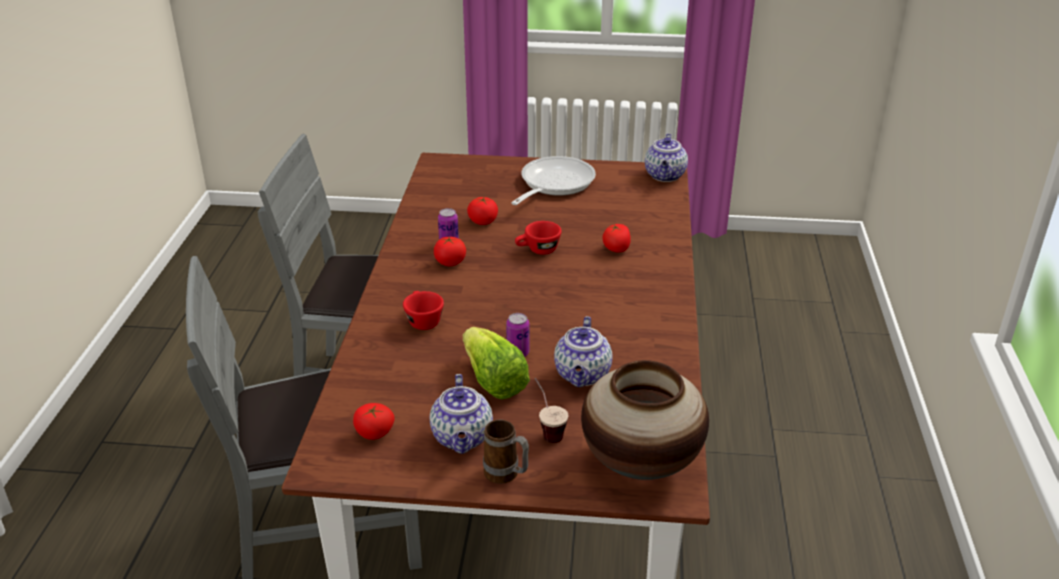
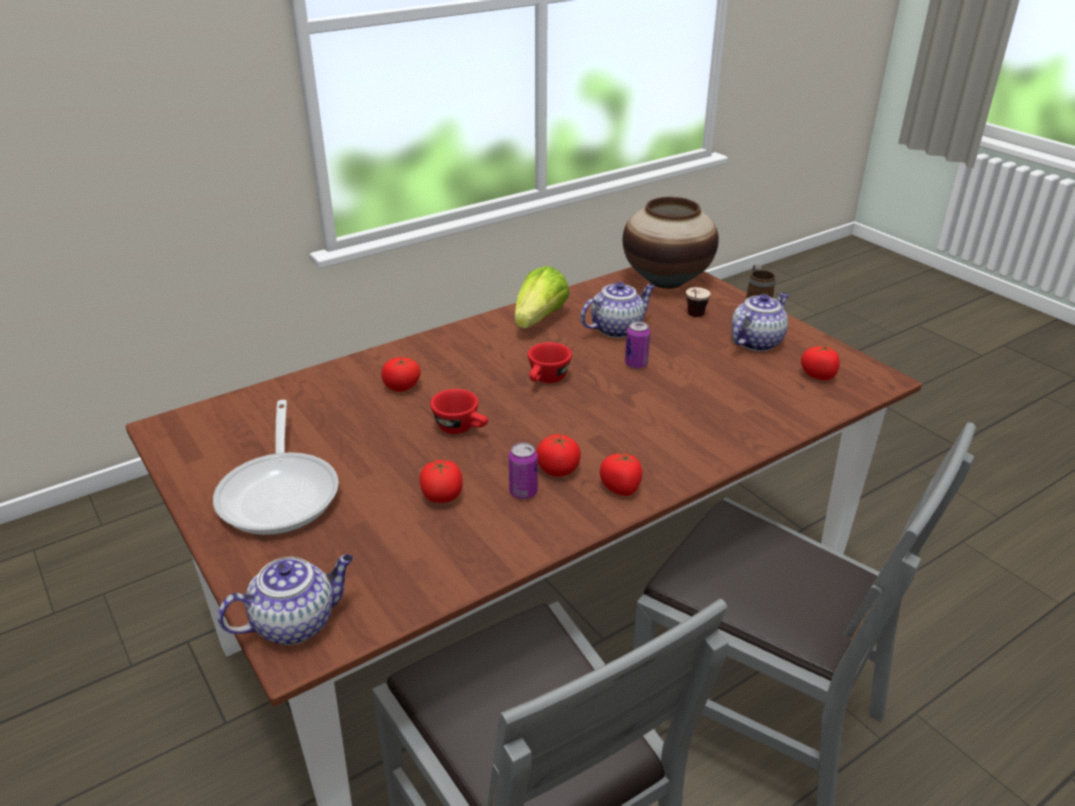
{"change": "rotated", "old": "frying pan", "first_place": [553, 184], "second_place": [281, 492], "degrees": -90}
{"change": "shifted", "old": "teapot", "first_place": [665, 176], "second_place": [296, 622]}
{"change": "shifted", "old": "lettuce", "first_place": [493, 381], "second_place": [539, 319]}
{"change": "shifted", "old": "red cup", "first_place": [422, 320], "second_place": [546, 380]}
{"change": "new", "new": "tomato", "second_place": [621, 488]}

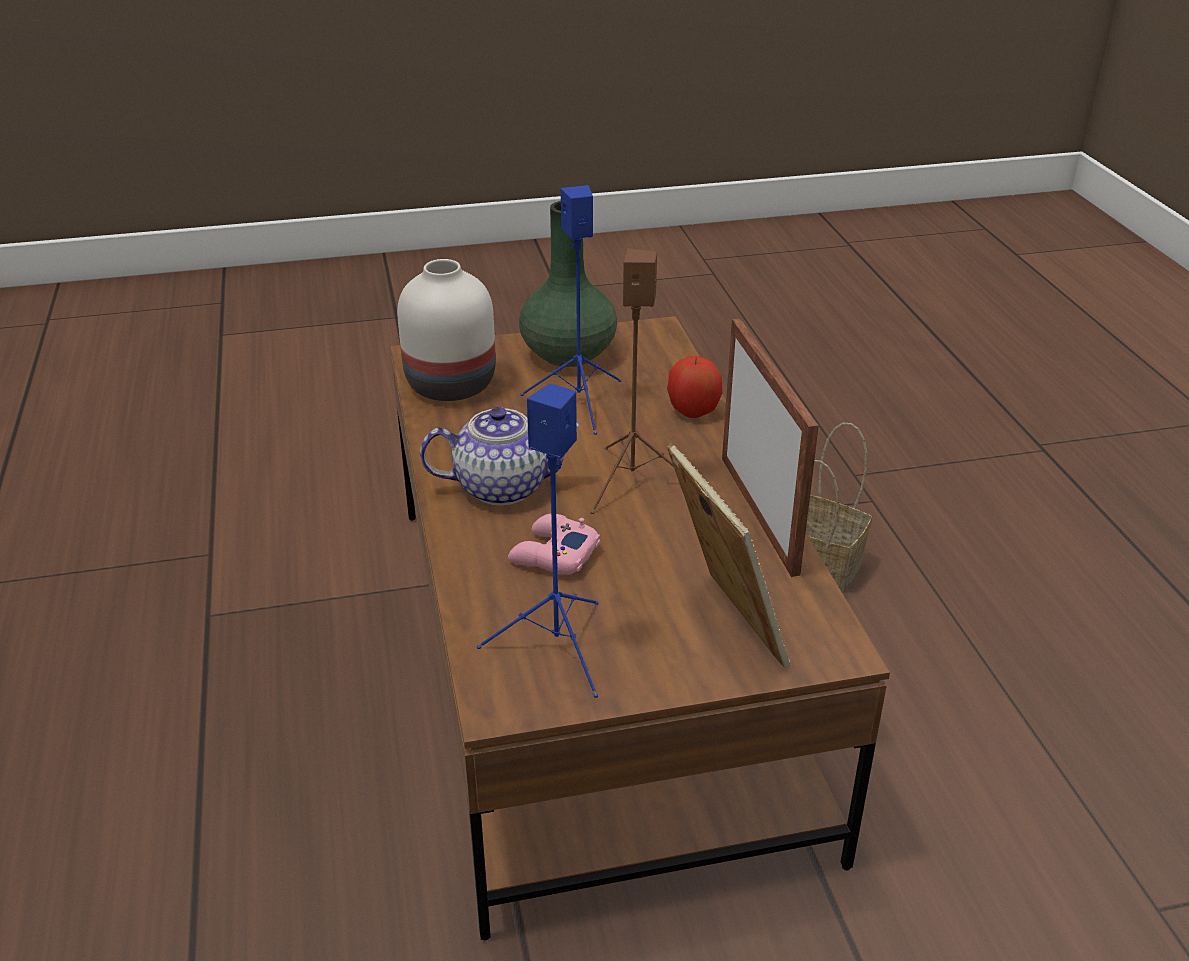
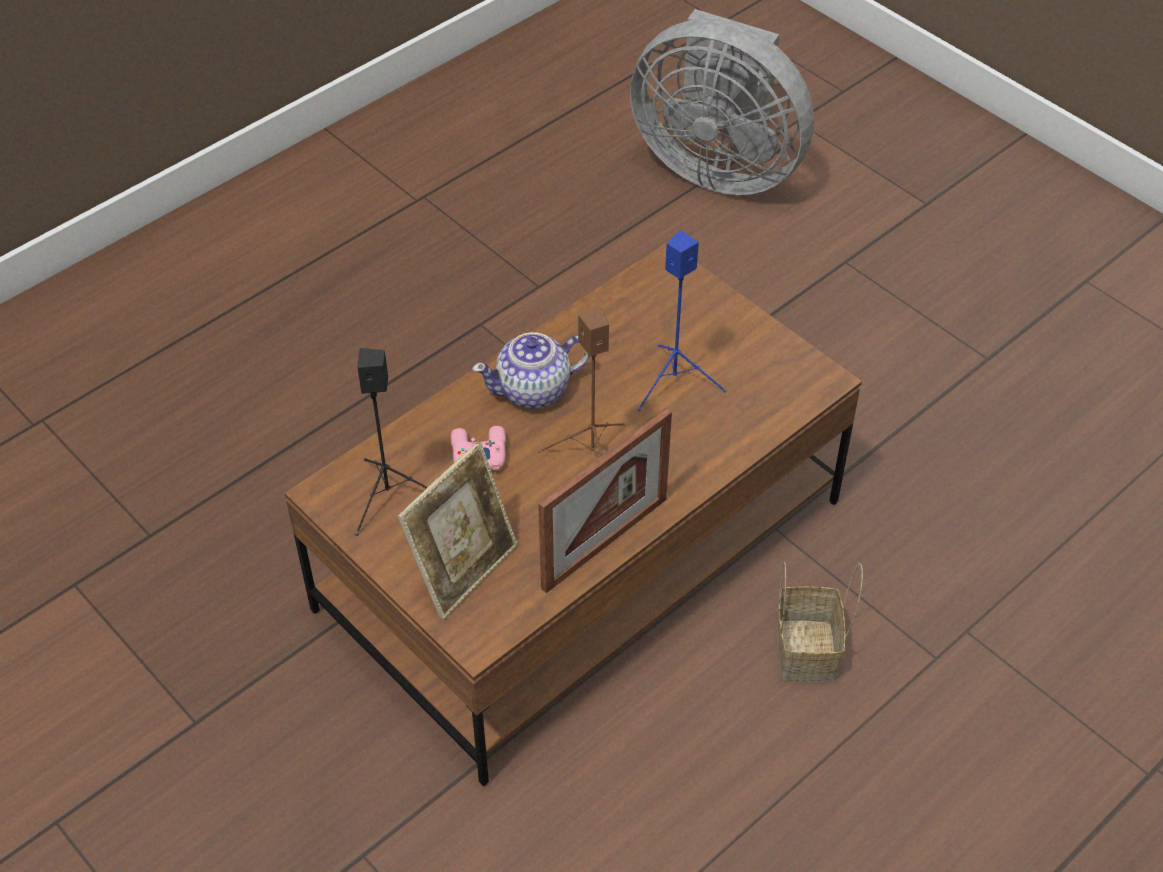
{"change": "repainted", "old": "blue speaker", "new": "black speaker", "first_place": [558, 648], "second_place": [388, 497]}
{"change": "rotated", "old": "teapot", "first_place": [500, 486], "second_place": [534, 390], "degrees": 105}
{"change": "new", "new": "grey fan", "second_place": [718, 166]}
{"change": "gone", "old": "white vase", "first_place": [453, 385]}
{"change": "gone", "old": "green vase", "first_place": [567, 354]}
{"change": "gone", "old": "apple", "first_place": [693, 411]}

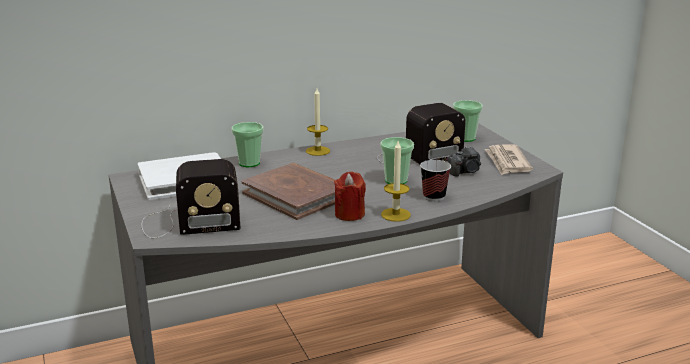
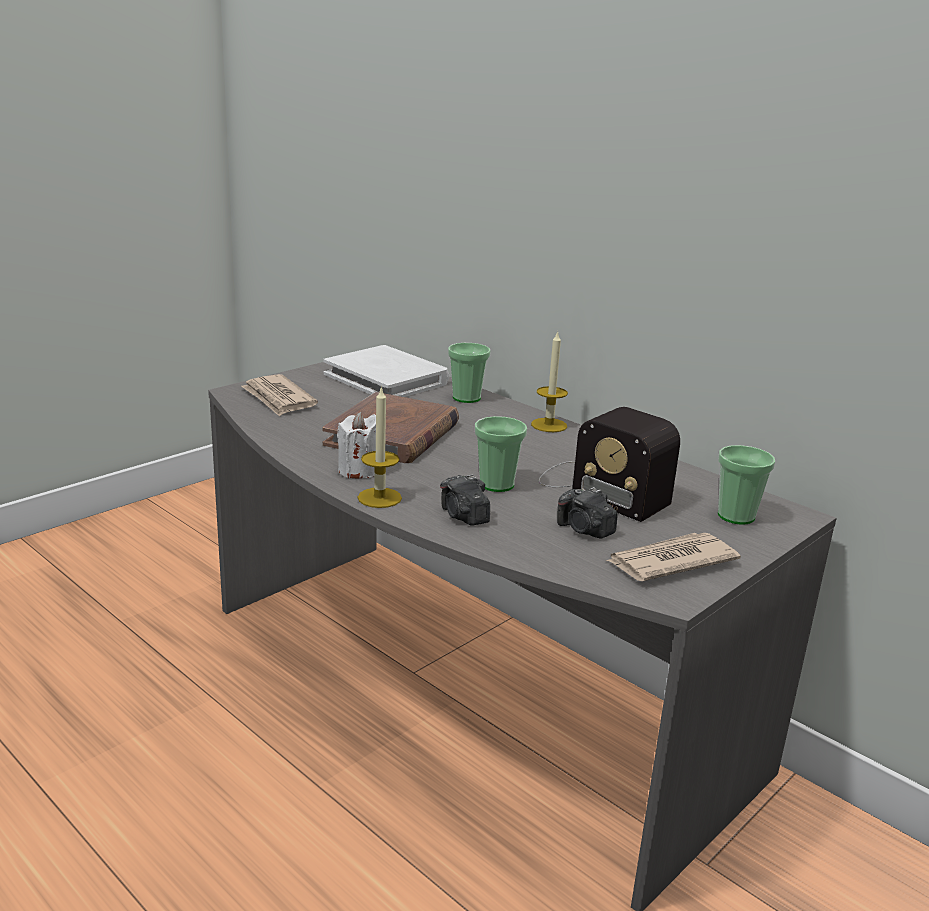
{"change": "swapped", "old": "radio", "new": "newspaper", "first_place": [187, 223], "second_place": [278, 399]}
{"change": "repainted", "old": "red candle", "new": "white candle", "first_place": [349, 214], "second_place": [359, 470]}
{"change": "swapped", "old": "cup", "new": "photo camera", "first_place": [434, 196], "second_place": [464, 516]}

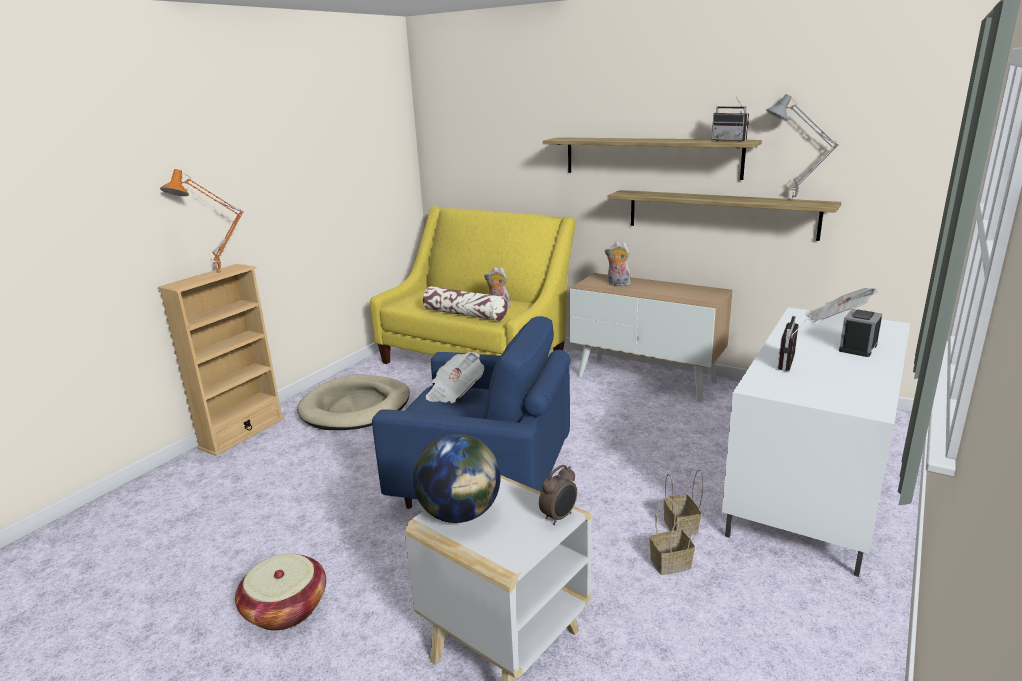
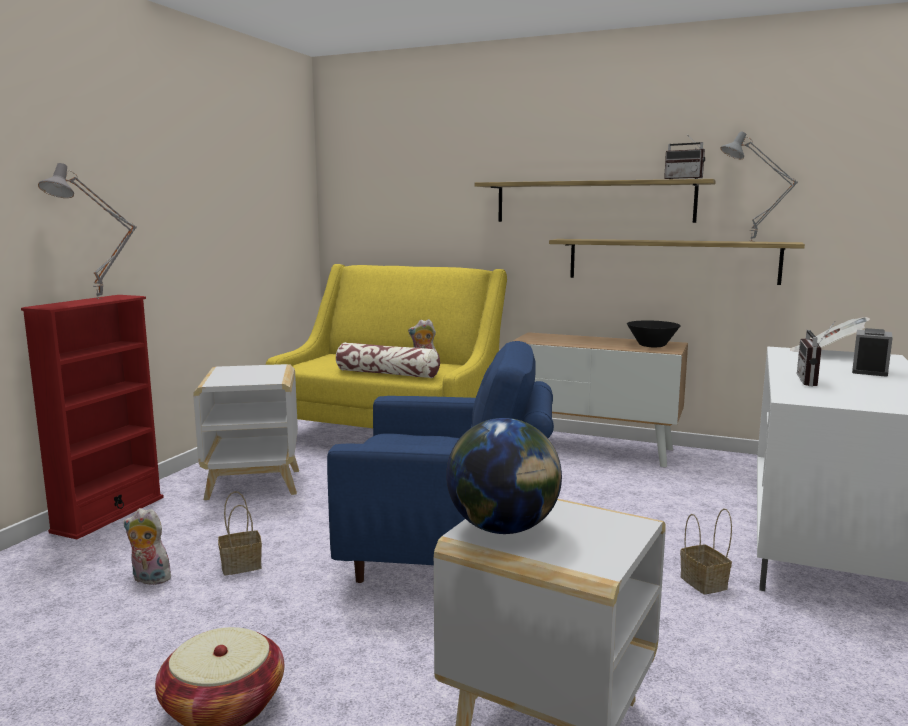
{"change": "repainted", "old": "beige bookcase", "new": "red bookcase", "first_place": [242, 433], "second_place": [109, 514]}
{"change": "repainted", "old": "orange table lamp", "new": "grey table lamp", "first_place": [219, 273], "second_place": [100, 299]}
{"change": "shifted", "old": "plush toy", "first_place": [617, 284], "second_place": [149, 579]}
{"change": "swapped", "old": "beige dog bed", "new": "white side table", "first_place": [356, 407], "second_place": [255, 484]}
{"change": "shifted", "old": "basket", "first_place": [669, 564], "second_place": [240, 566]}
{"change": "new", "new": "black bowl", "second_place": [652, 345]}
{"change": "gone", "old": "newspaper", "first_place": [455, 392]}
{"change": "gone", "old": "alarm clock", "first_place": [559, 517]}

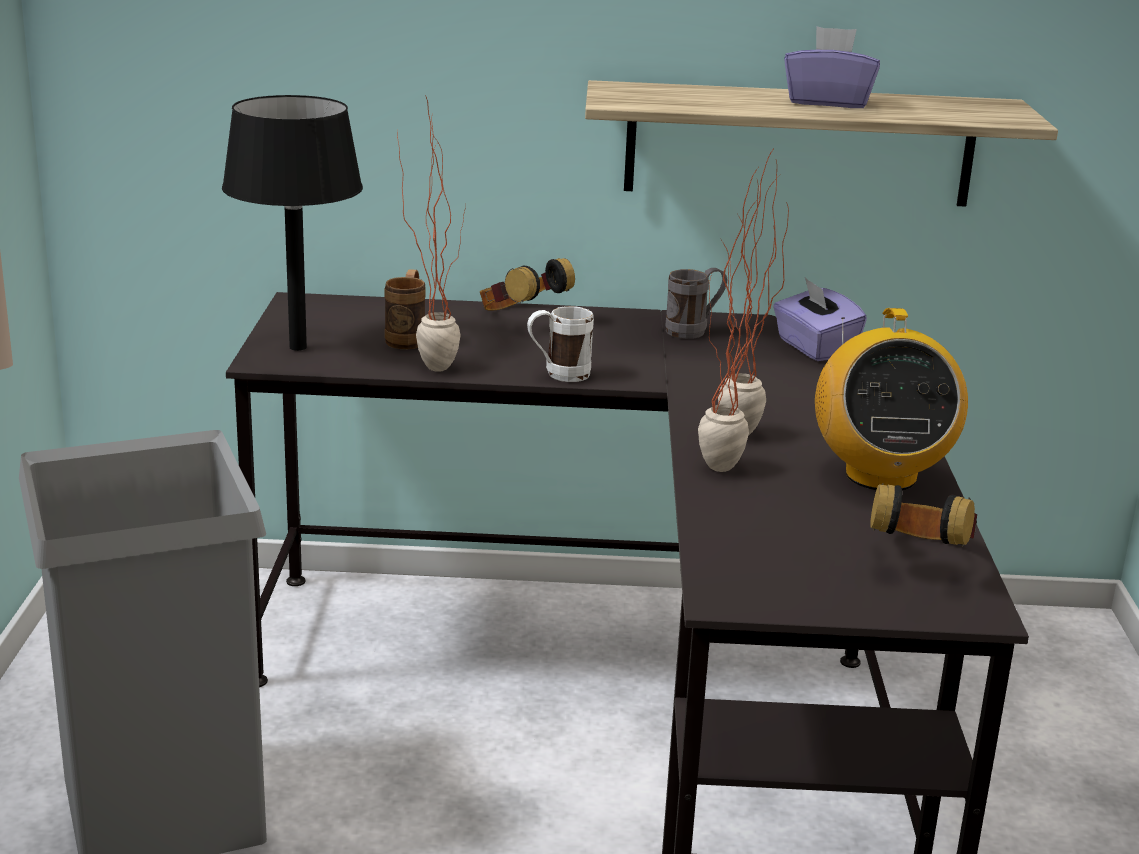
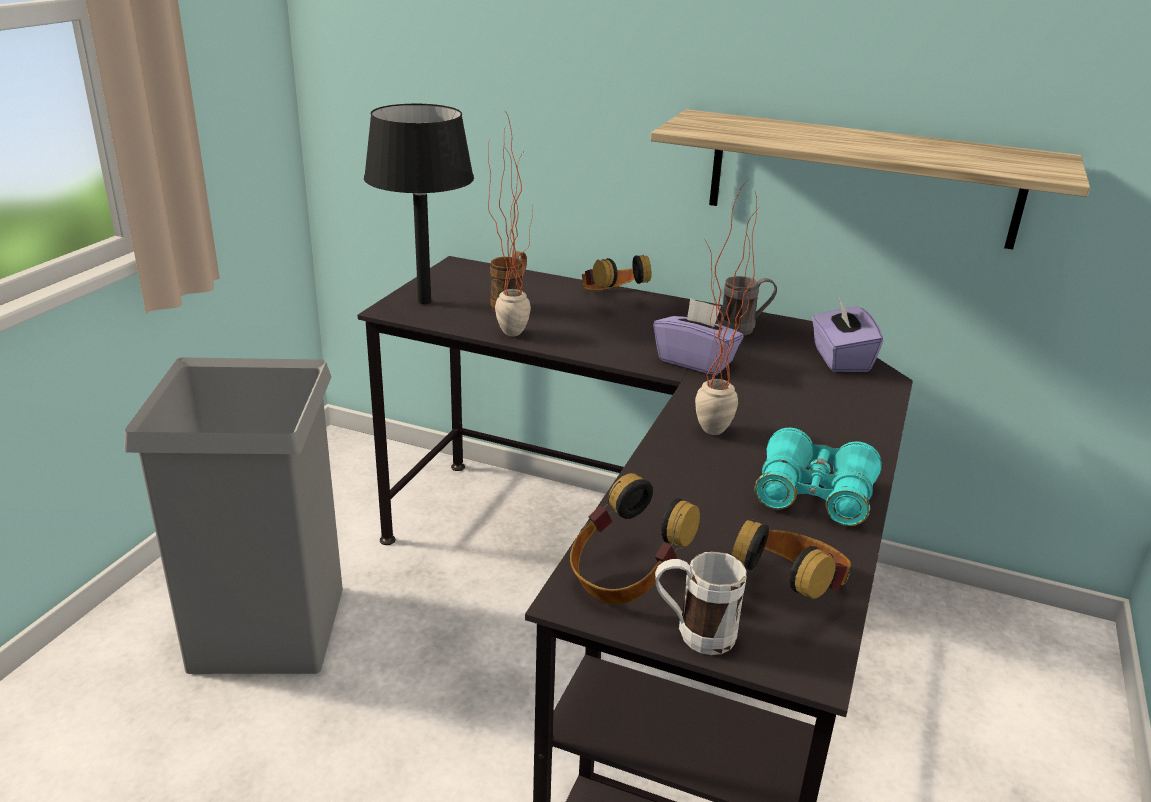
{"change": "new", "new": "headphones", "second_place": [625, 577]}
{"change": "shifted", "old": "purple tissue box", "first_place": [828, 102], "second_place": [695, 361]}
{"change": "shifted", "old": "white mug", "first_place": [558, 375], "second_place": [693, 635]}
{"change": "swapped", "old": "radio", "new": "turquoise binoculars", "first_place": [880, 475], "second_place": [814, 495]}
{"change": "gone", "old": "potted plant", "first_place": [721, 474]}

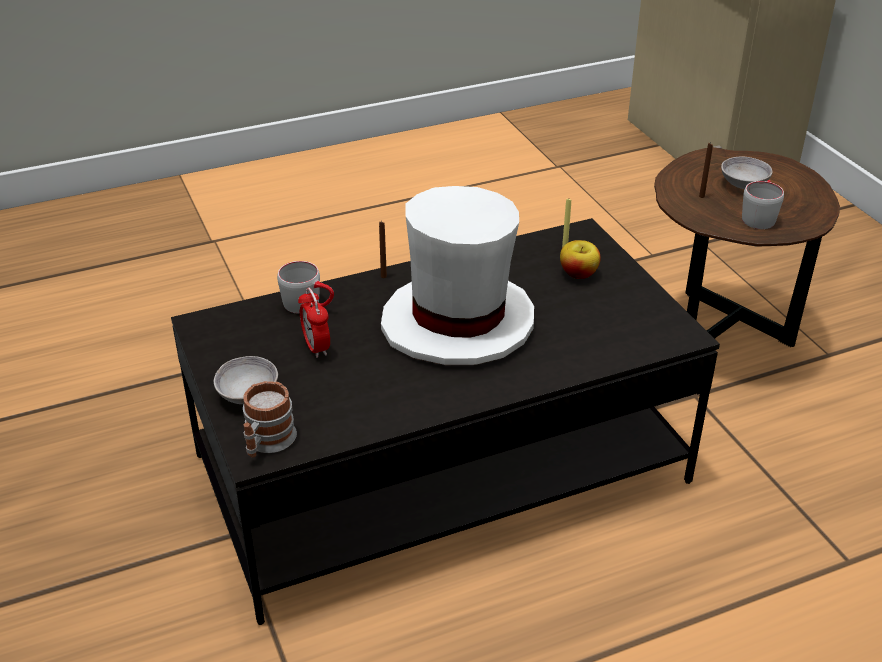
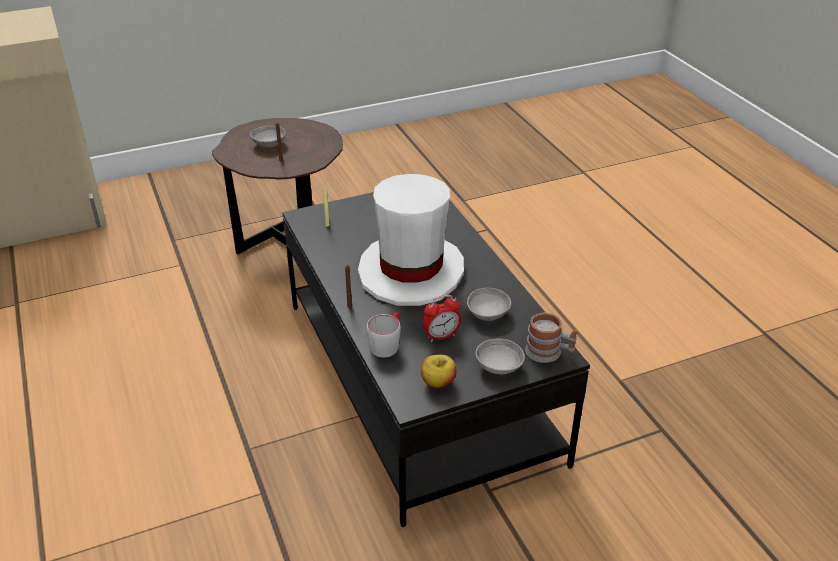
{"change": "shifted", "old": "apple", "first_place": [578, 273], "second_place": [438, 382]}
{"change": "new", "new": "grey bowl", "second_place": [488, 314]}
{"change": "gone", "old": "grey mug", "first_place": [759, 216]}

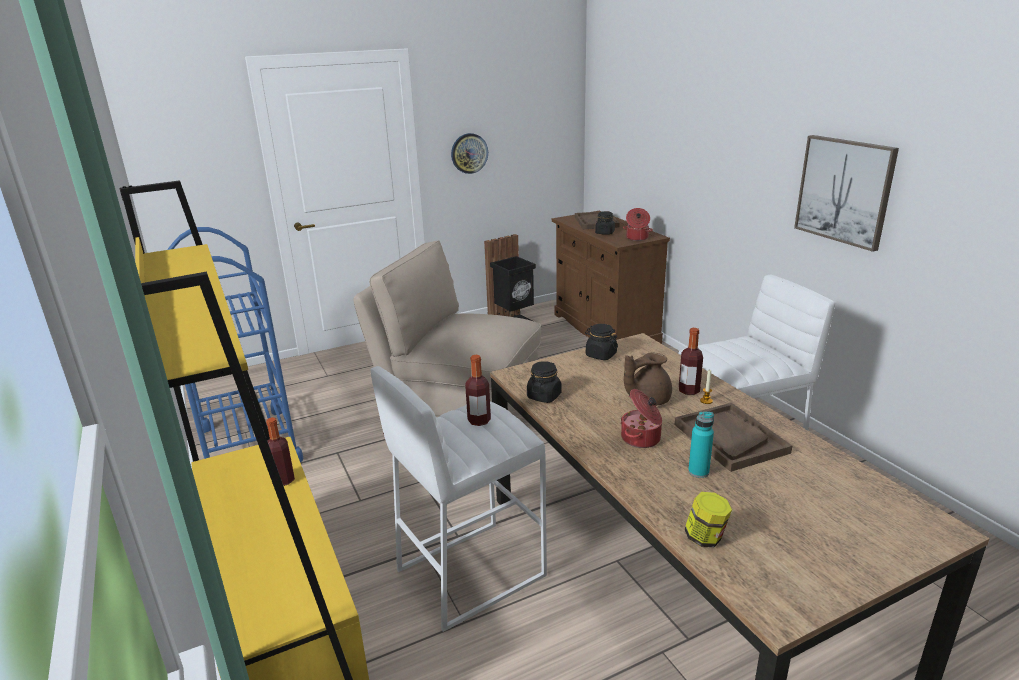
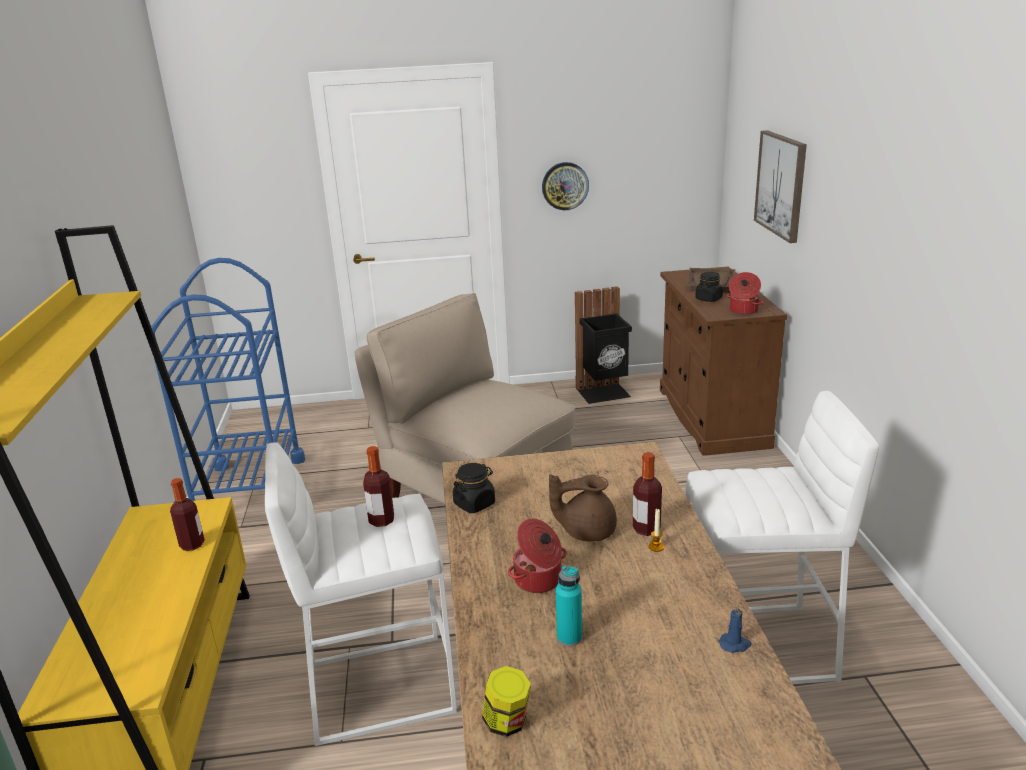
{"change": "new", "new": "blue candle", "second_place": [735, 644]}
{"change": "shifted", "old": "picture", "first_place": [844, 191], "second_place": [781, 185]}
{"change": "gone", "old": "black jar", "first_place": [600, 355]}
{"change": "gone", "old": "brown tray", "first_place": [730, 438]}

